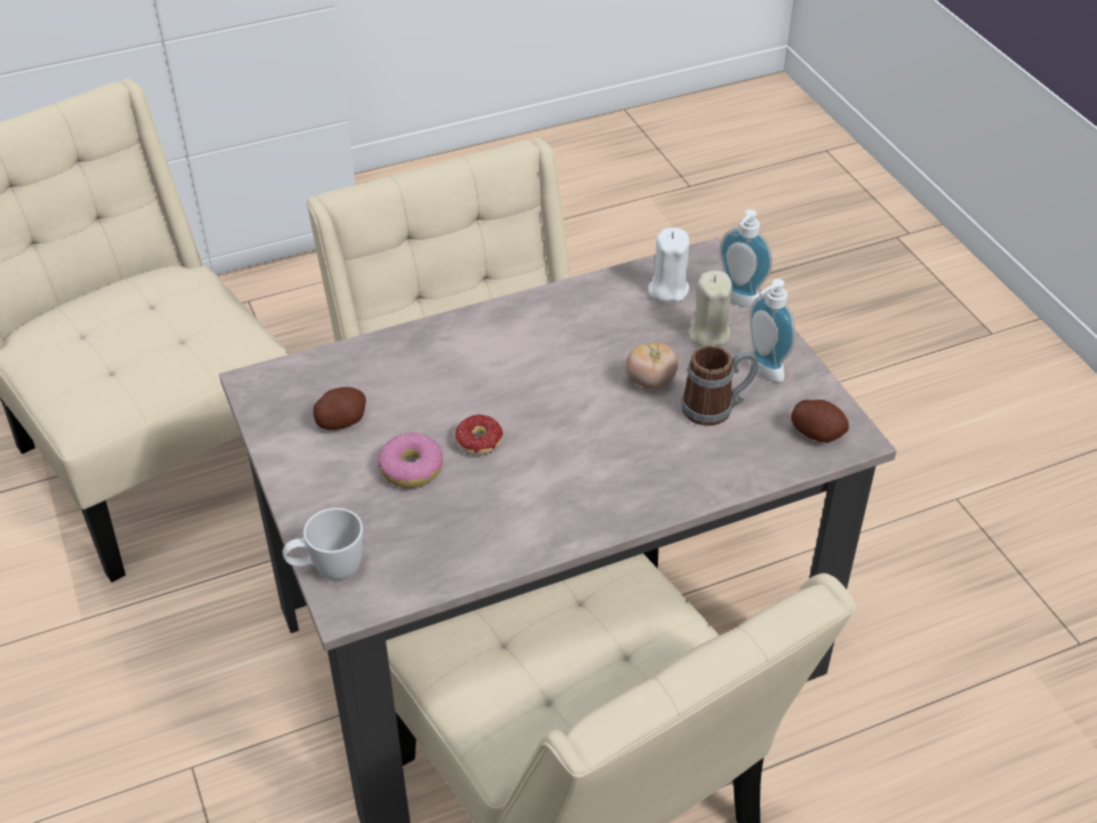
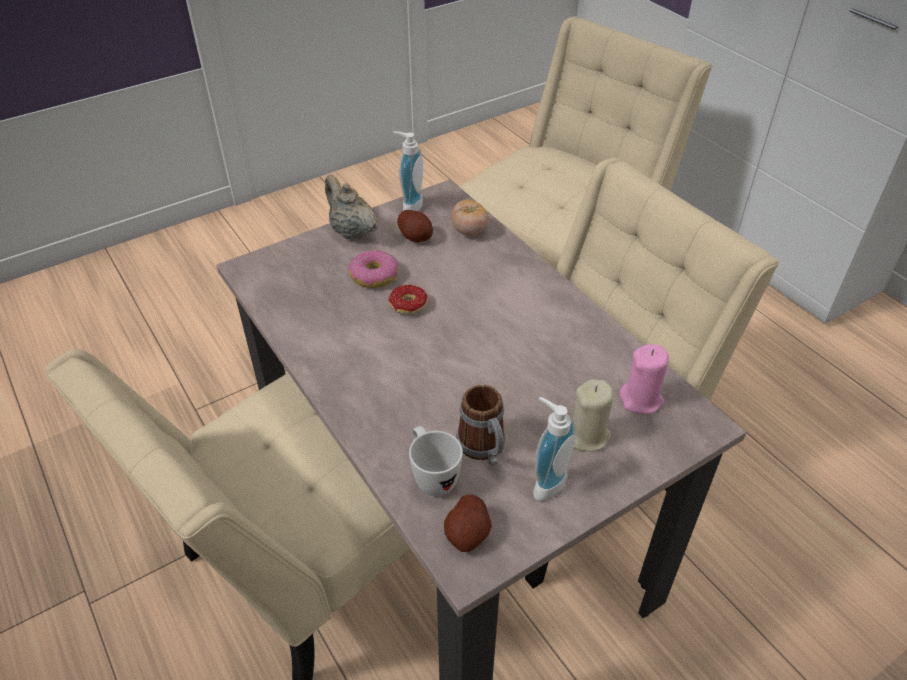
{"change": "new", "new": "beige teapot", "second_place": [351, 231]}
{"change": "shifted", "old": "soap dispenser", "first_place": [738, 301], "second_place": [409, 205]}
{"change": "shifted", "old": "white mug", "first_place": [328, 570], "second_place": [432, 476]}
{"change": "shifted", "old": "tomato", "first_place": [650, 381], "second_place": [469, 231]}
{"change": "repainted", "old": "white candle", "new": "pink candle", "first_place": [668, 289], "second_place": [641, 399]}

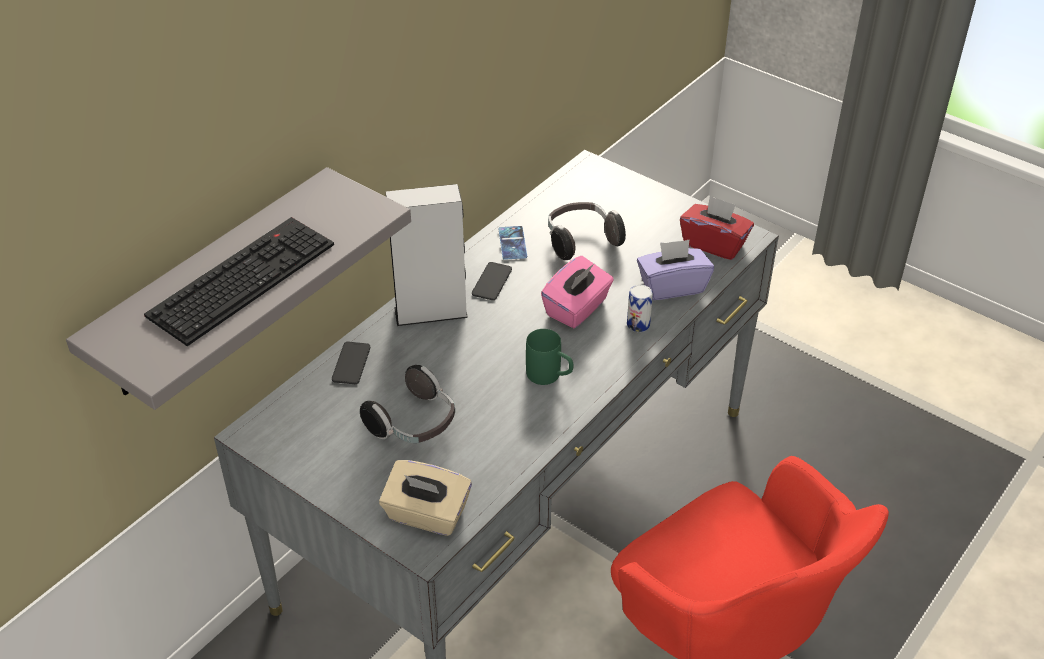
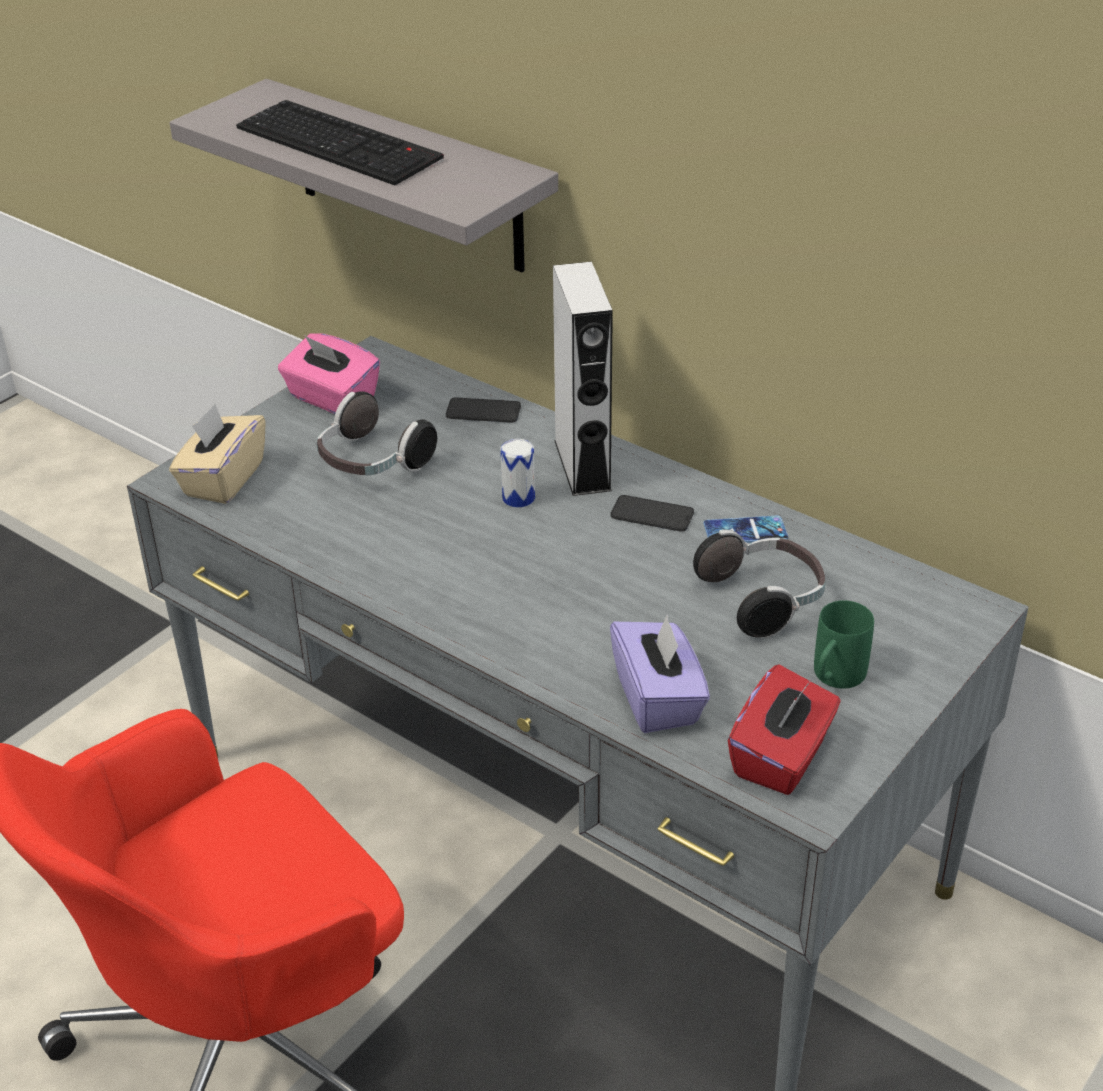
{"change": "shifted", "old": "pink tissue box", "first_place": [577, 308], "second_place": [331, 398]}
{"change": "shifted", "old": "can", "first_place": [638, 324], "second_place": [518, 498]}
{"change": "shifted", "old": "green mug", "first_place": [550, 376], "second_place": [834, 679]}

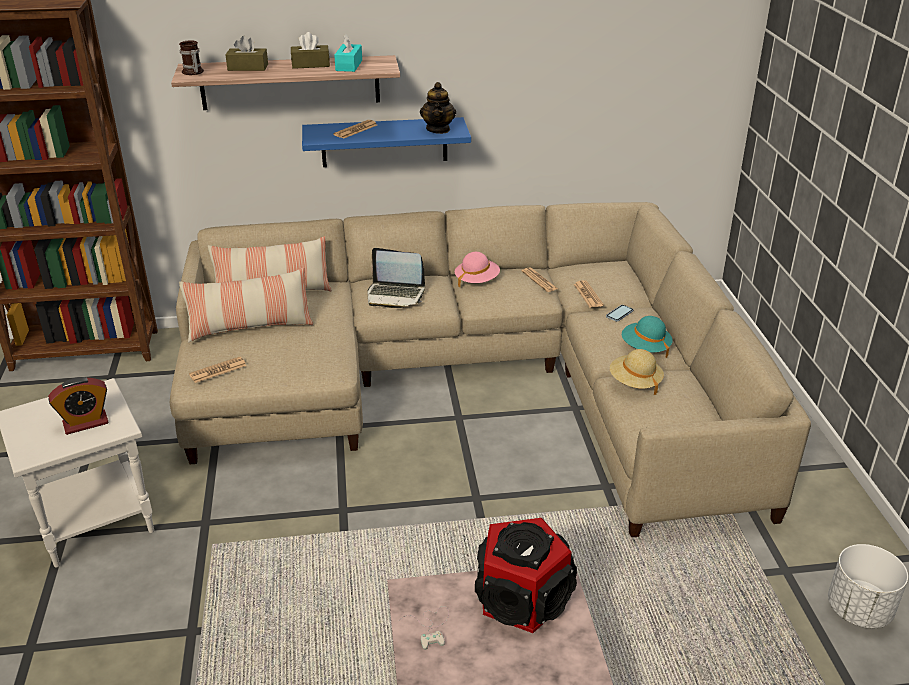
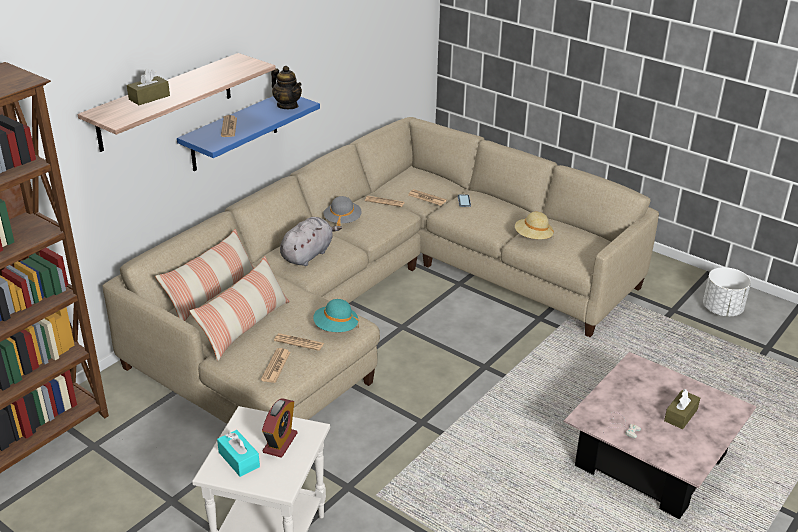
{"change": "shifted", "old": "turquoise tissue box", "first_place": [349, 65], "second_place": [239, 459]}
{"change": "new", "new": "newspaper", "second_place": [299, 342]}
{"change": "swapped", "old": "laptop", "new": "grey plush toy", "first_place": [395, 295], "second_place": [308, 254]}
{"change": "shifted", "old": "turquoise hat", "first_place": [645, 348], "second_place": [336, 328]}
{"change": "repainted", "old": "pink hat", "new": "grey hat", "first_place": [477, 280], "second_place": [342, 220]}
{"change": "shifted", "old": "brown tissue box", "first_place": [310, 64], "second_place": [680, 415]}
{"change": "gone", "old": "mug", "first_place": [192, 72]}
{"change": "gone", "old": "speaker", "first_place": [523, 599]}

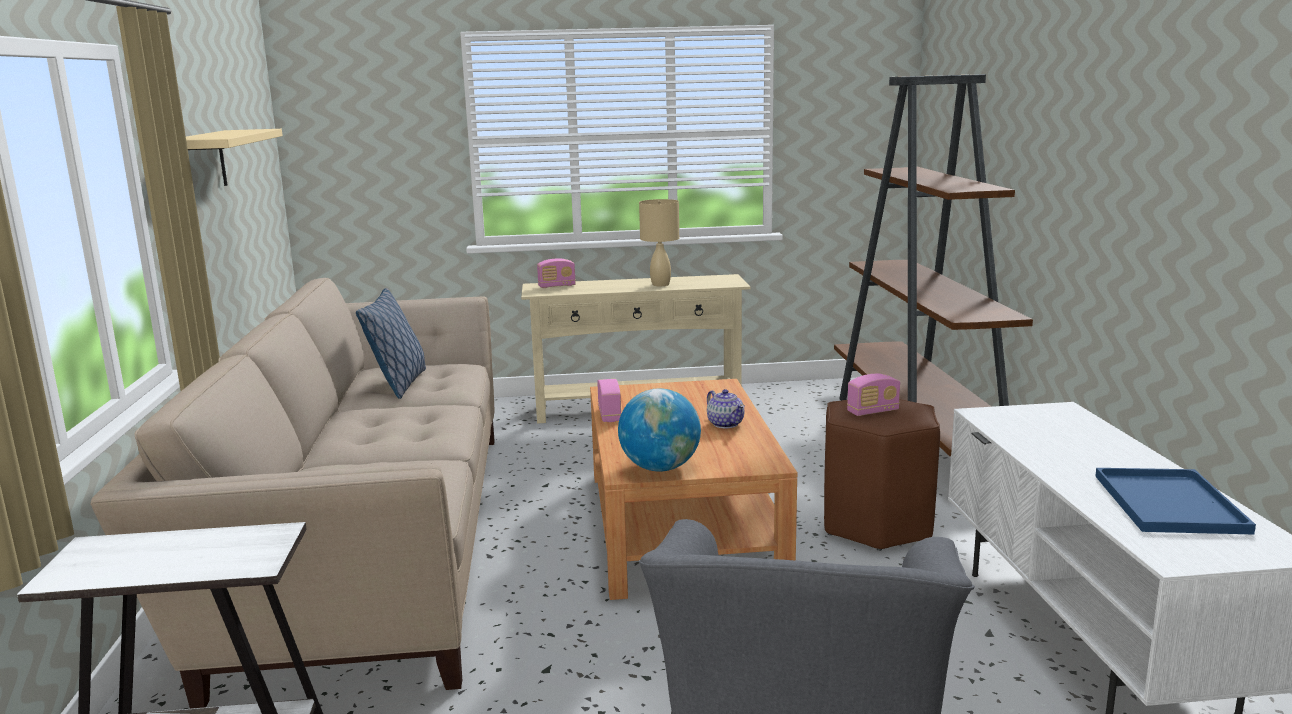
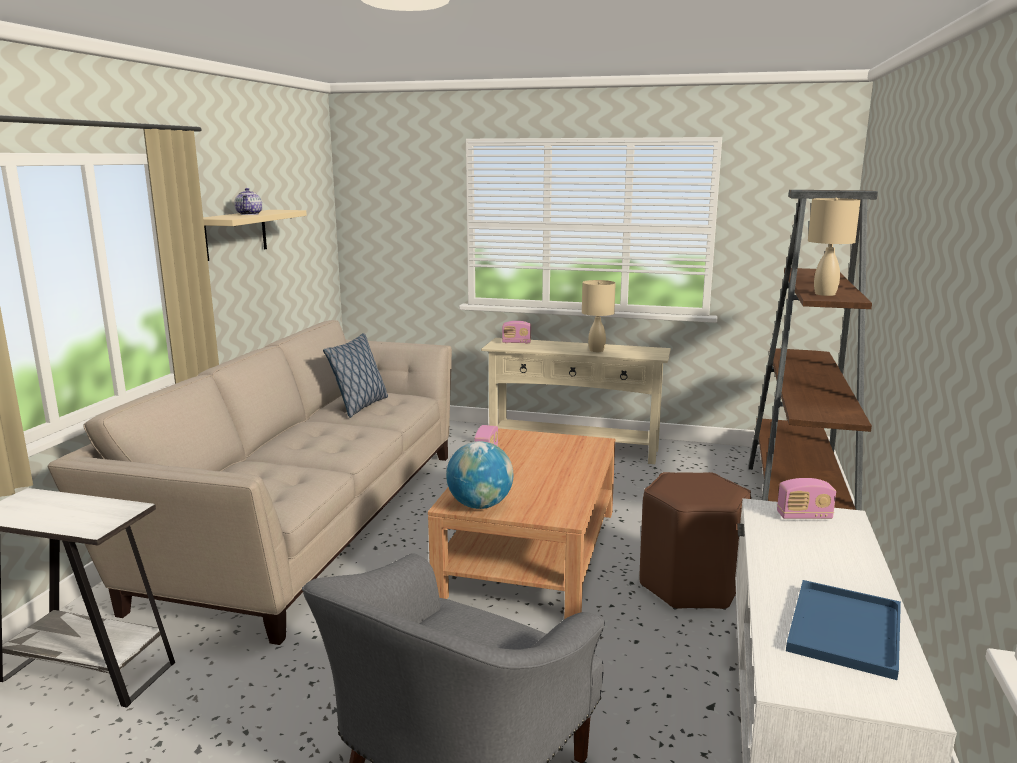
{"change": "shifted", "old": "teapot", "first_place": [725, 424], "second_place": [249, 214]}
{"change": "shifted", "old": "radio", "first_place": [873, 412], "second_place": [804, 516]}
{"change": "new", "new": "beige table lamp", "second_place": [825, 294]}

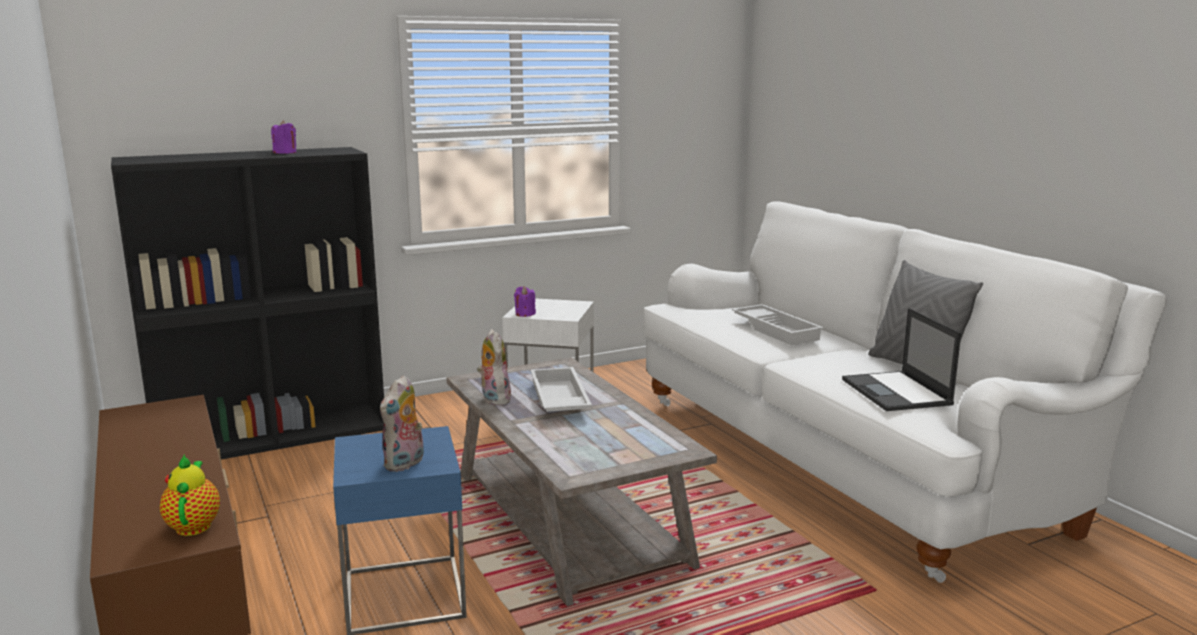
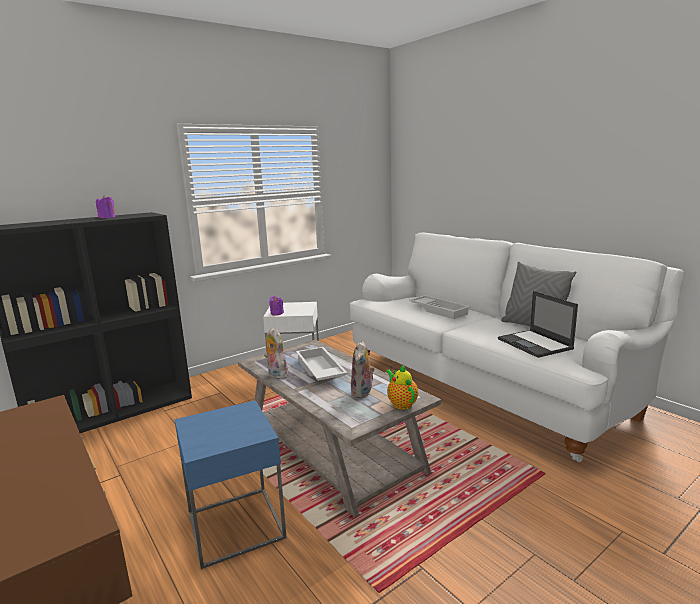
{"change": "shifted", "old": "plush toy", "first_place": [405, 464], "second_place": [363, 393]}
{"change": "shifted", "old": "teapot", "first_place": [194, 525], "second_place": [401, 403]}

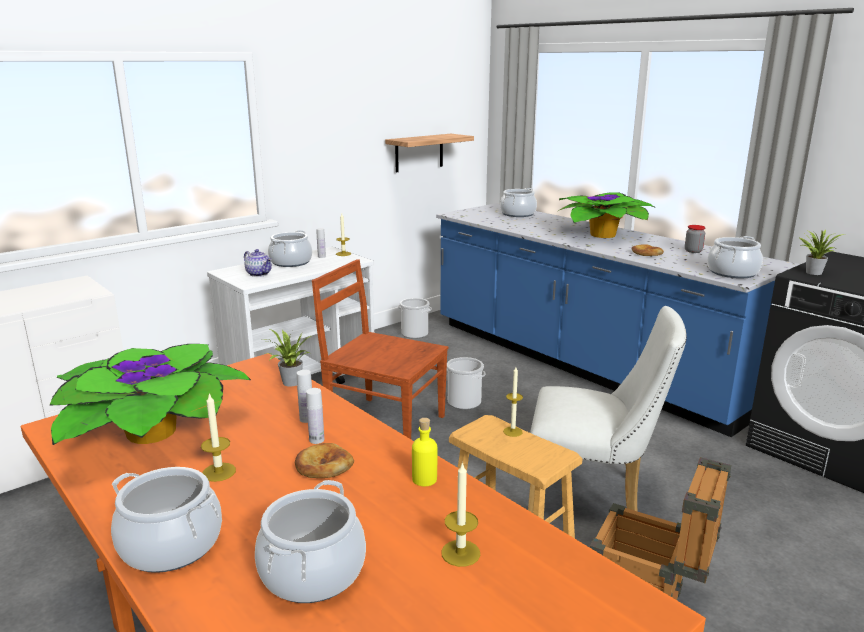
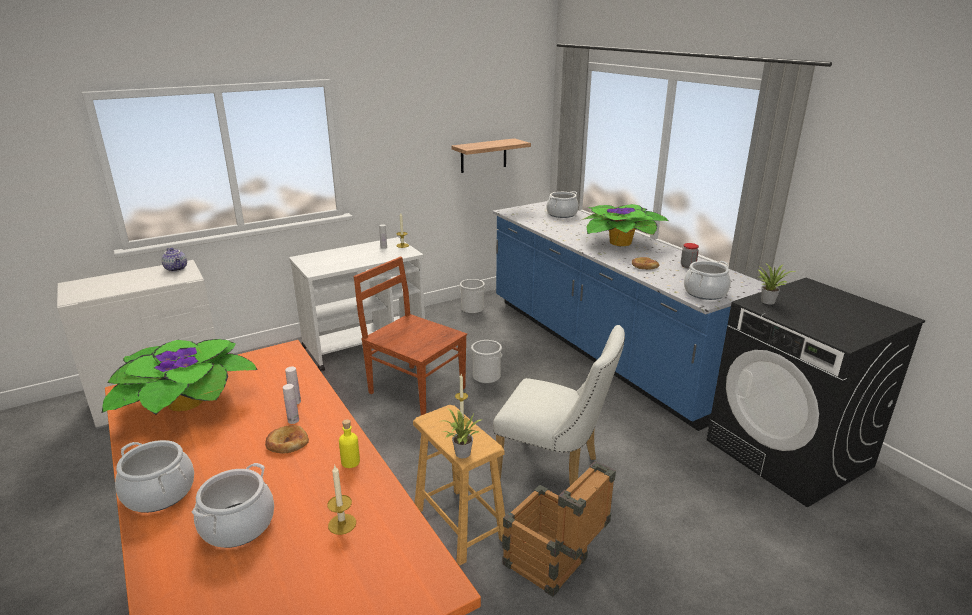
{"change": "shifted", "old": "teapot", "first_place": [259, 274], "second_place": [177, 269]}
{"change": "shifted", "old": "potted plant", "first_place": [290, 383], "second_place": [461, 454]}
{"change": "gone", "old": "candle", "first_place": [219, 472]}
{"change": "gone", "old": "cooking pot", "first_place": [290, 262]}

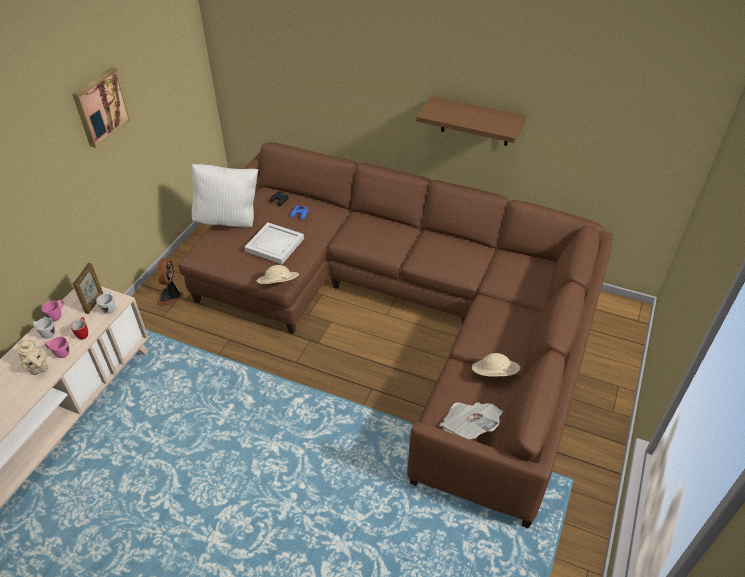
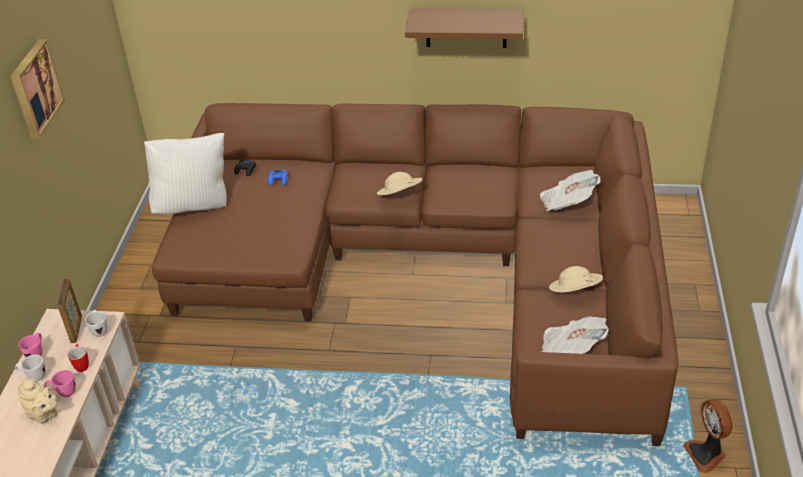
{"change": "shifted", "old": "beige hat", "first_place": [278, 285], "second_place": [399, 196]}
{"change": "new", "new": "newspaper", "second_place": [567, 202]}
{"change": "shifted", "old": "fan", "first_place": [171, 297], "second_place": [706, 454]}
{"change": "gone", "old": "white tray", "first_place": [275, 245]}

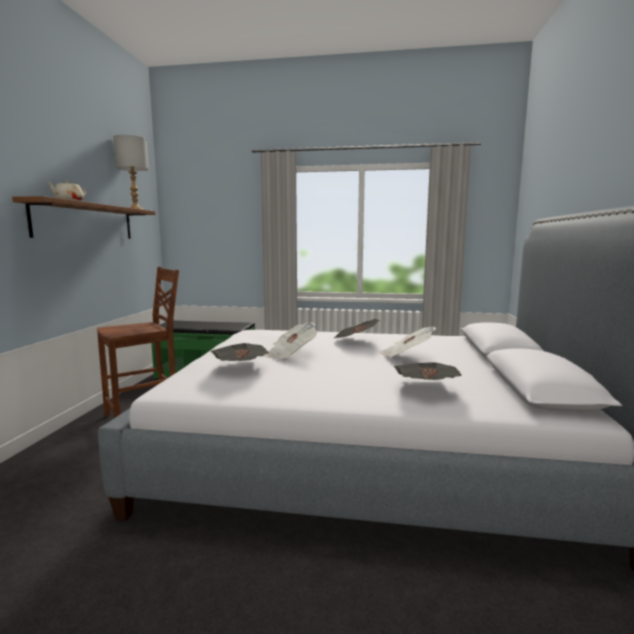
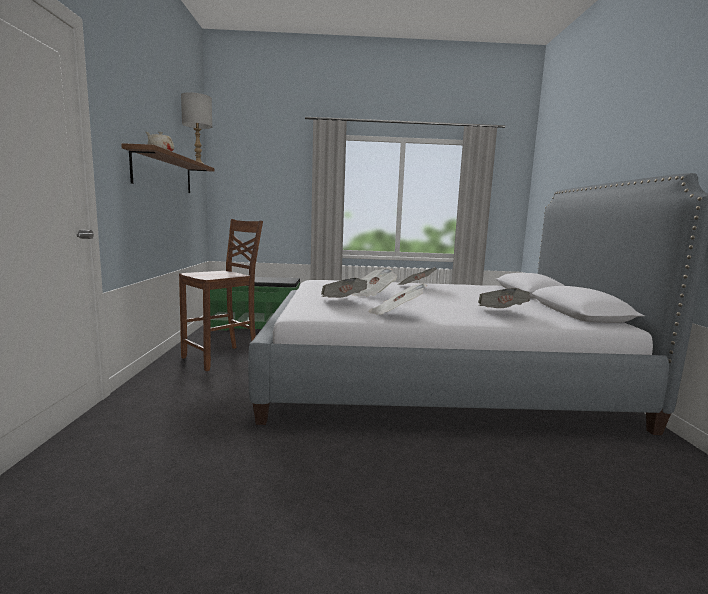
{"change": "shifted", "old": "newspaper", "first_place": [405, 356], "second_place": [395, 314]}

